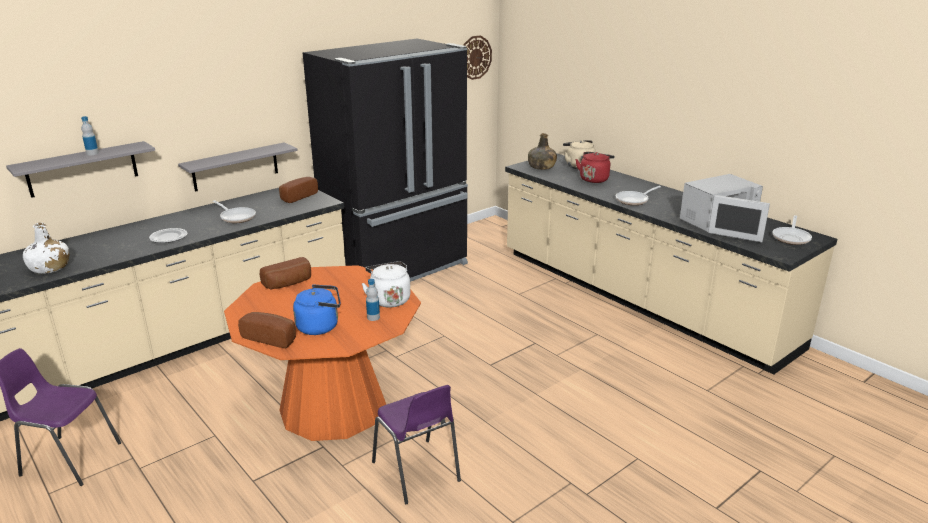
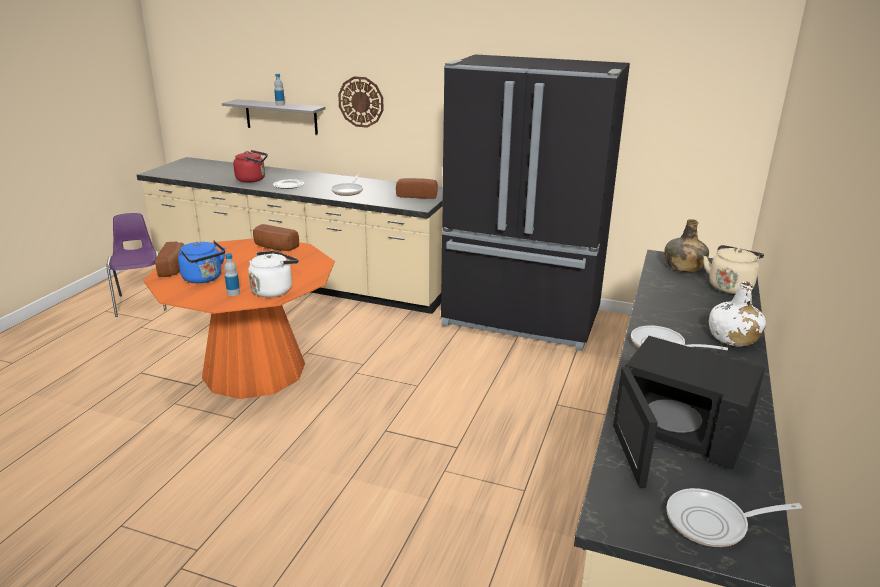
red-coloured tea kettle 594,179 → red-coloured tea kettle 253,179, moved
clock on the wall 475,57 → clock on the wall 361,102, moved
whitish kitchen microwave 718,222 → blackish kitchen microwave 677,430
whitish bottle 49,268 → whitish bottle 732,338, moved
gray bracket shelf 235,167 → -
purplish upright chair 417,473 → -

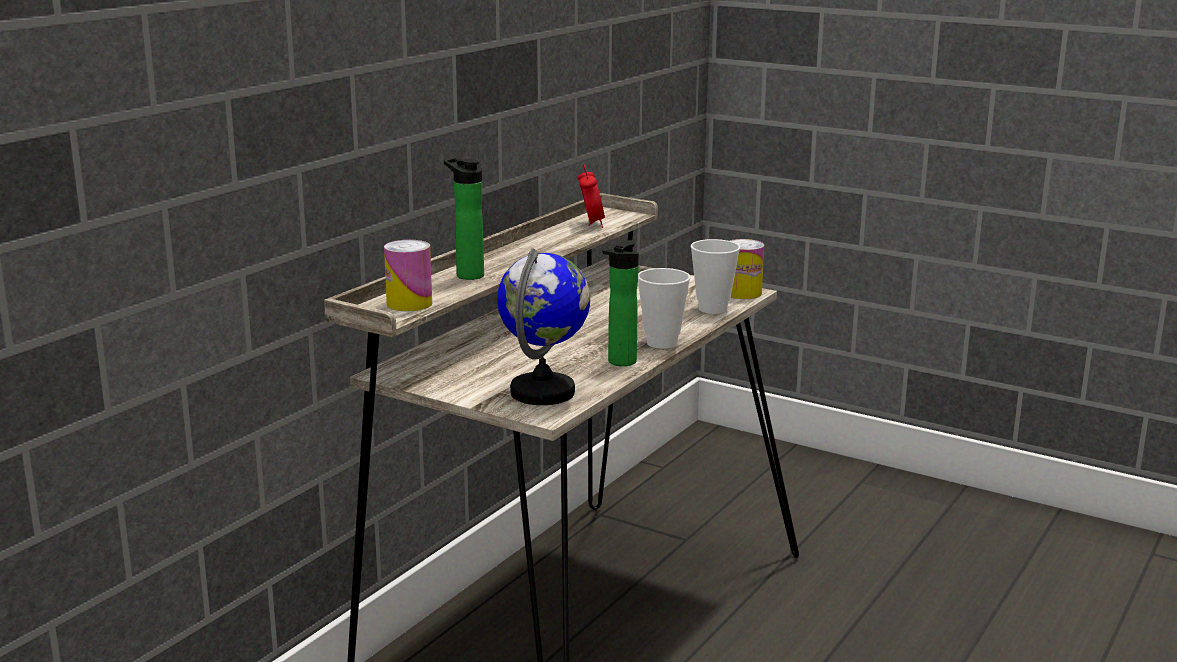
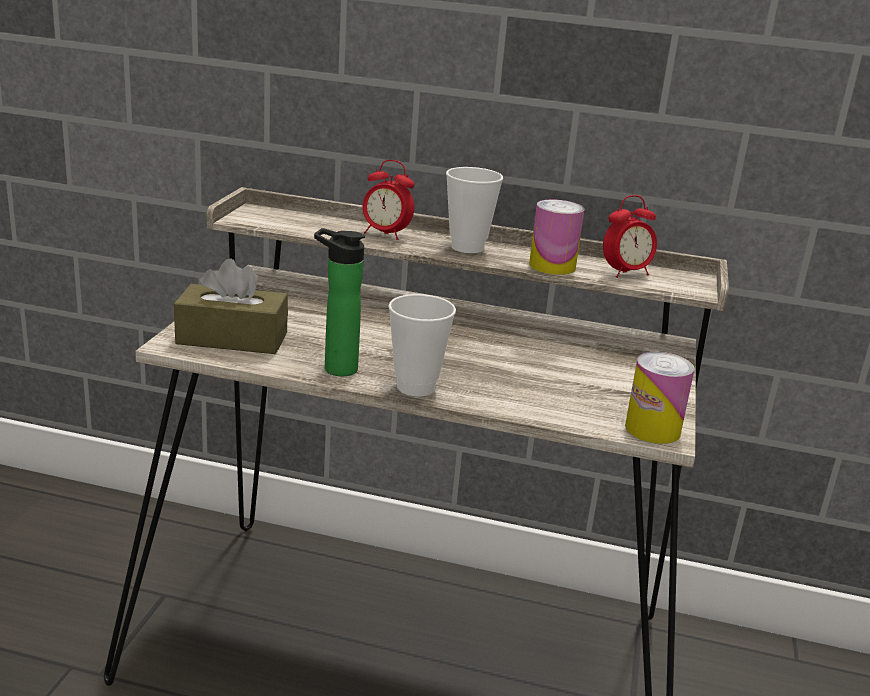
globe 543,392 → brown tissue box 232,338
bottle 466,275 → bedside clock 385,234
cup 712,309 → cup 467,247, moved
can 409,304 → can 552,266, moved

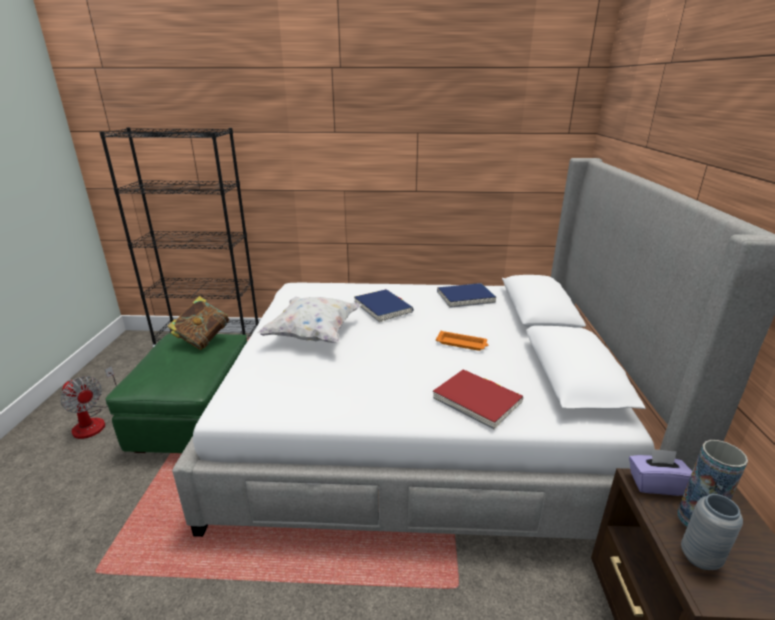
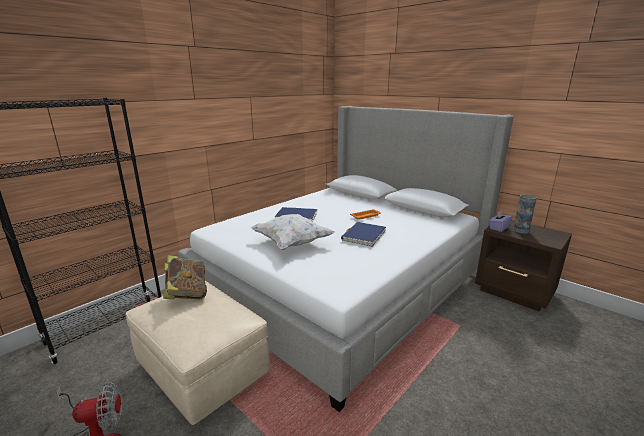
greenish footrest 196,418 → sand-coloured footrest 203,370
blue-coloured volume 465,297 → blue-coloured volume 364,236, moved
red-coloured volume 477,400 → -
gray decorative vase 699,557 → -

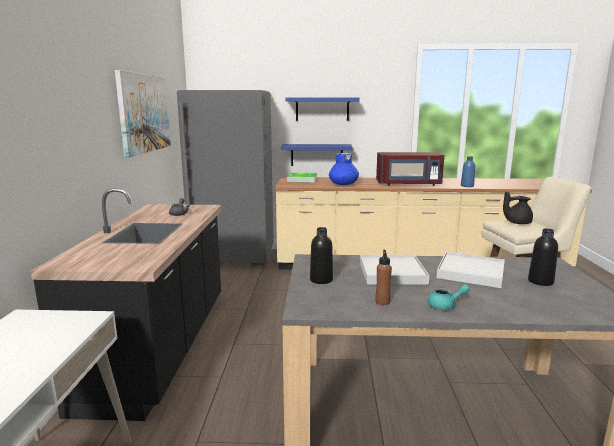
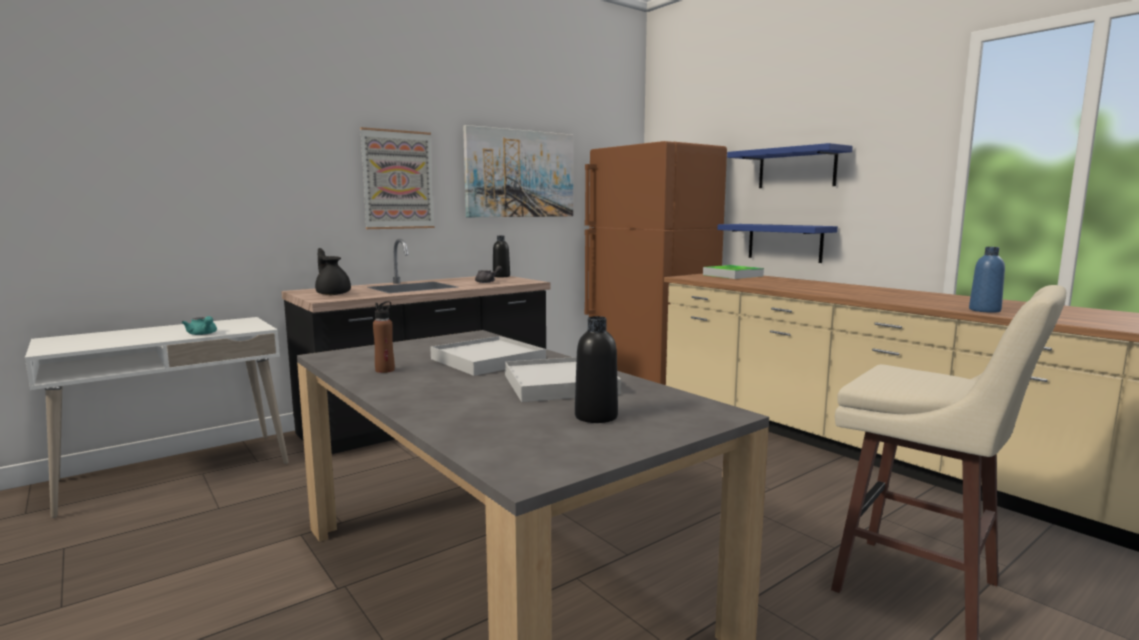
turquoise-coloured pot for tea 446,306 → turquoise-coloured pot for tea 203,334, moved
blackish pot for tea 516,222 → blackish pot for tea 333,294, moved
- → wall picture 398,180
blackish bottle 321,280 → blackish bottle 501,276, moved
gray refrigerator 234,259 → brown refrigerator 650,378
blue-coloured decorative vase 343,184 → -
red-coloured kitchen microwave 408,184 → -

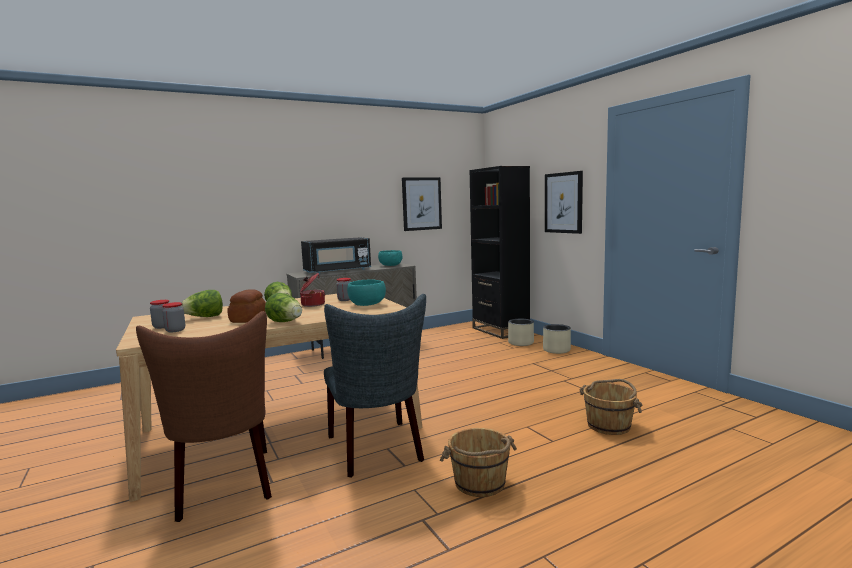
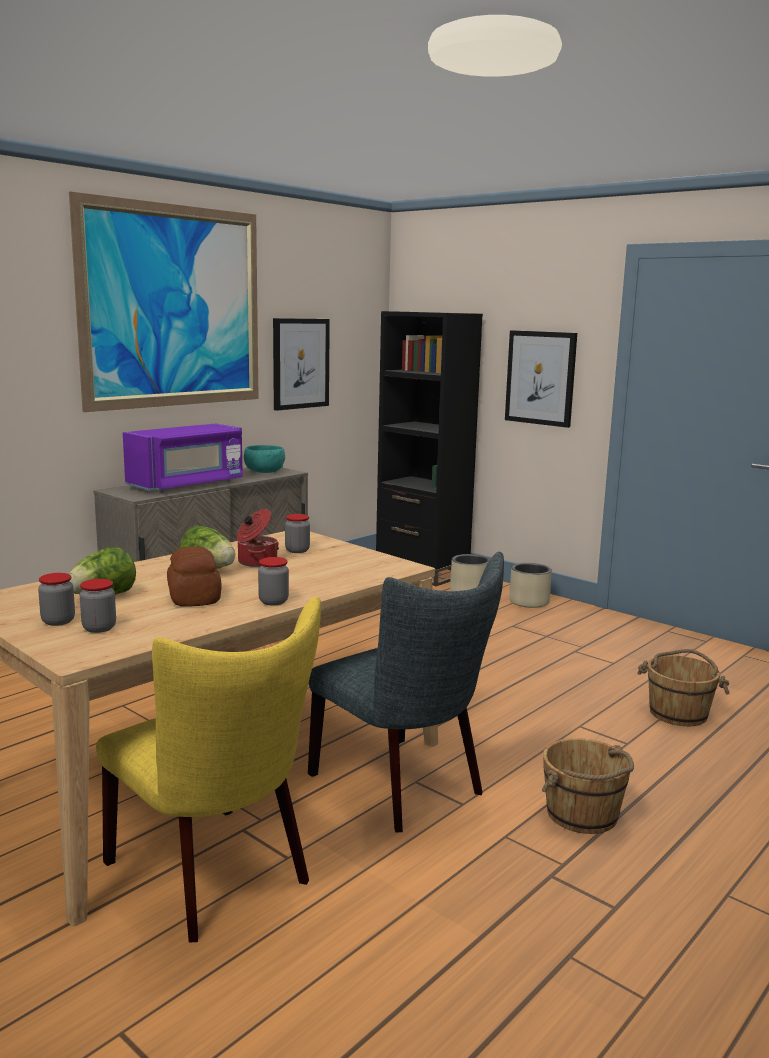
- → wall picture 174,307
brown upright chair 224,486 → yellow upright chair 216,876
blackish kitchen microwave 338,271 → purplish kitchen microwave 187,485
lettuce 286,322 → storage jar 273,601
turquoise-coloured serving bowl 367,304 → -

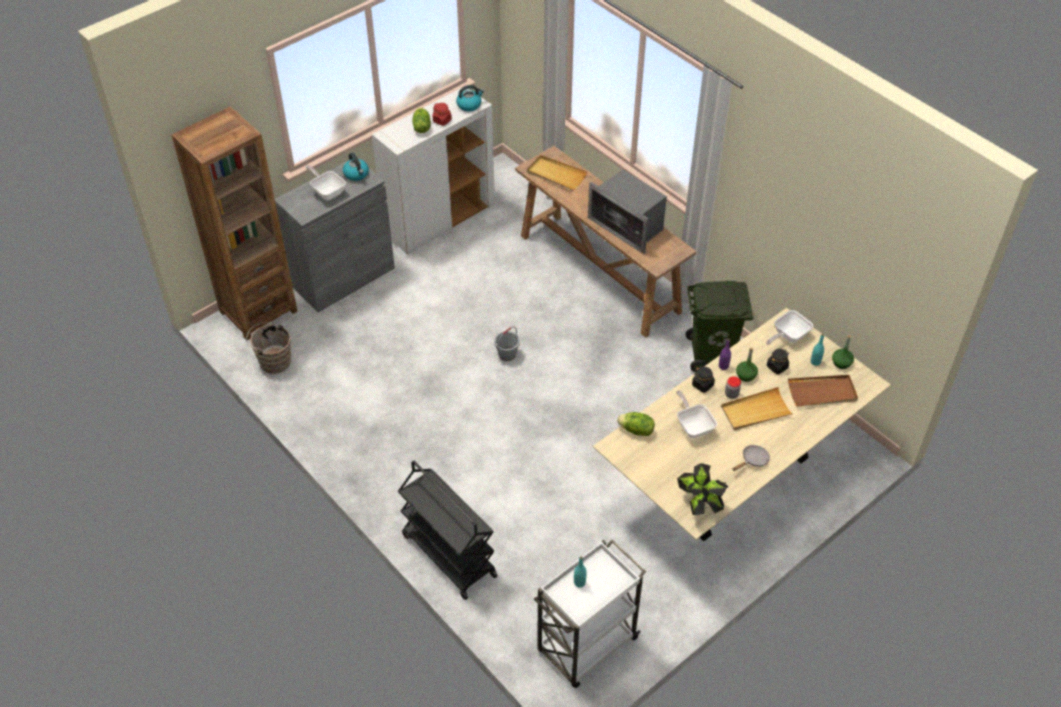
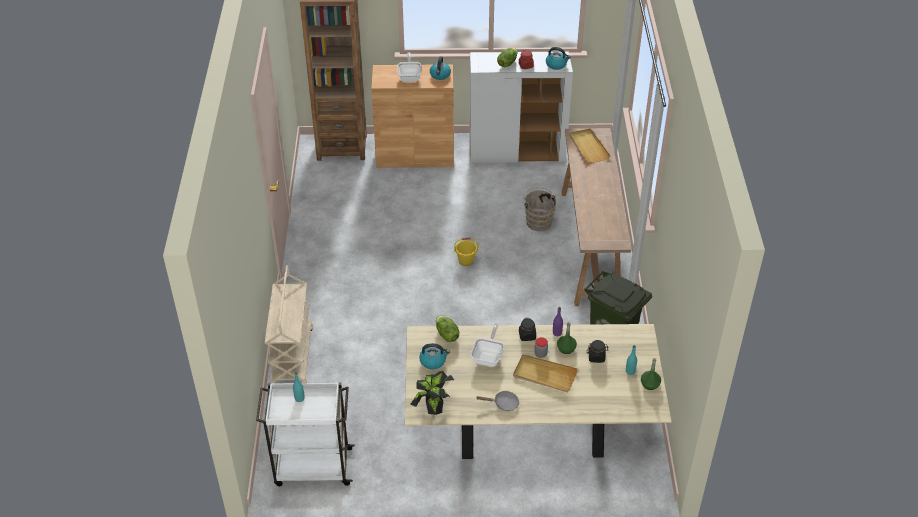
blackish wheeled cart 448,555 → sand-coloured wheeled cart 292,356
gray cupboard 343,277 → brown cupboard 415,155
- → tea kettle 433,361
gray bucket 507,354 → yellow bucket 466,261
brown bucket 273,361 → brown bucket 538,221, moved
kitchen microwave 628,226 → -
frying pan 788,336 → -
brown serving tray 822,392 → -

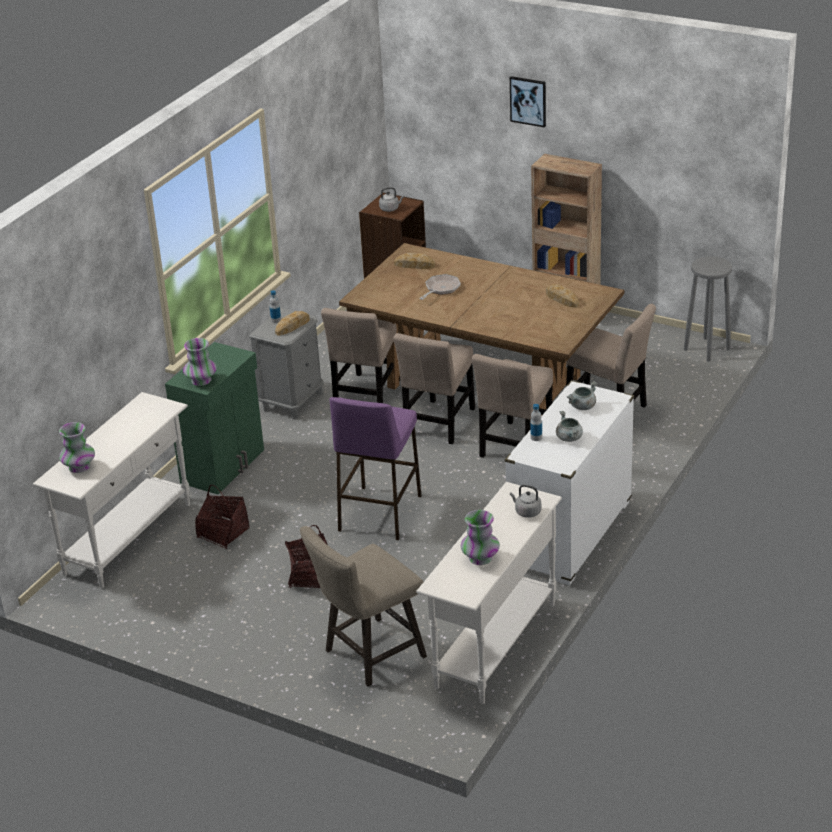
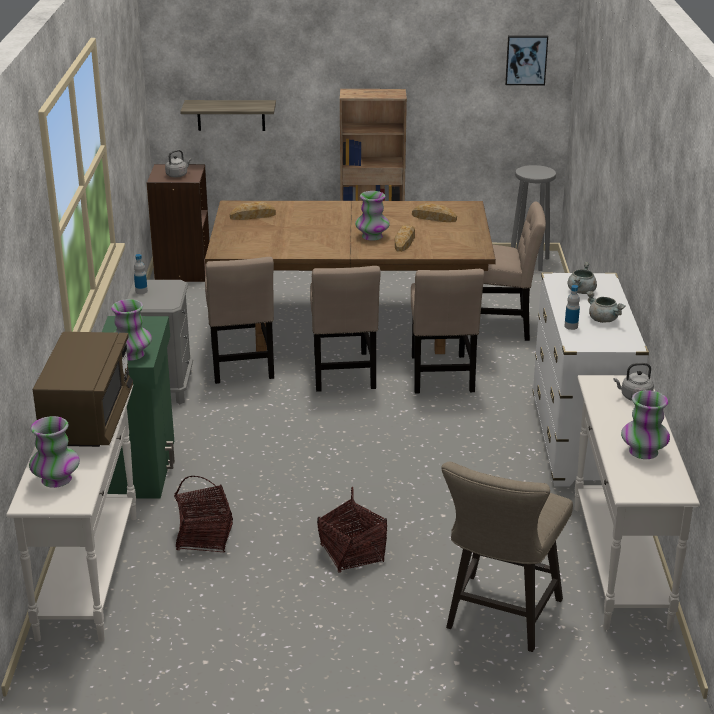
- → brown kitchen microwave 88,419
- → bracket shelf 231,115
- → decorative vase 372,237
bakery bread 292,326 → bakery bread 404,242, moved
wall picture 528,101 → wall picture 526,59, moved
purplish sitting stool 379,513 → -
frying pan 441,289 → -

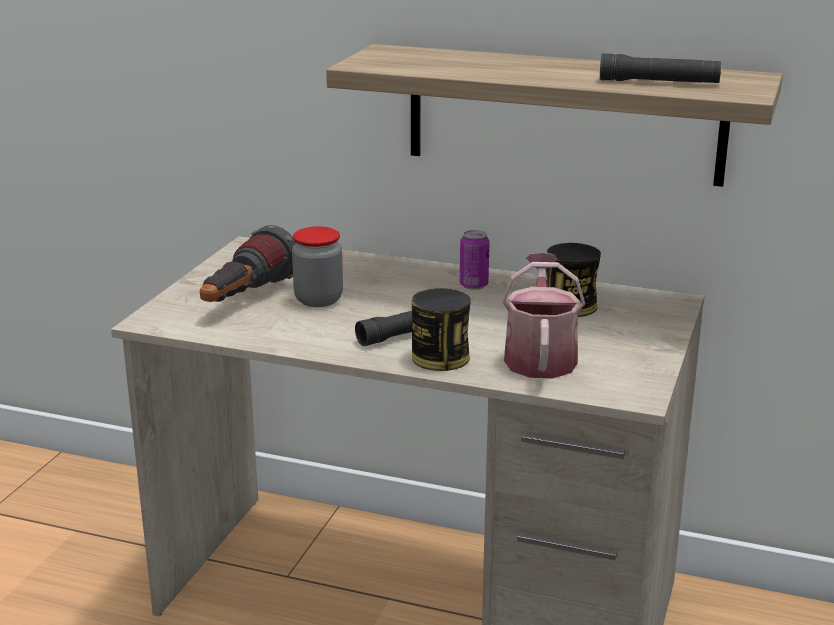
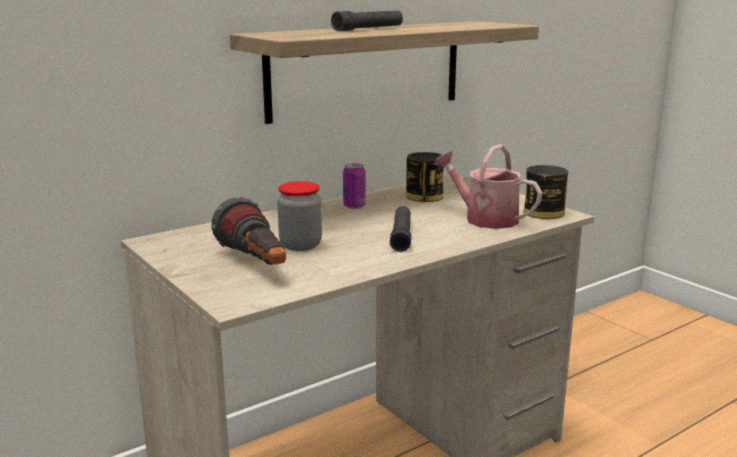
blackish torch 659,82 → blackish torch 368,29, moved
can 440,358 → can 543,212, moved

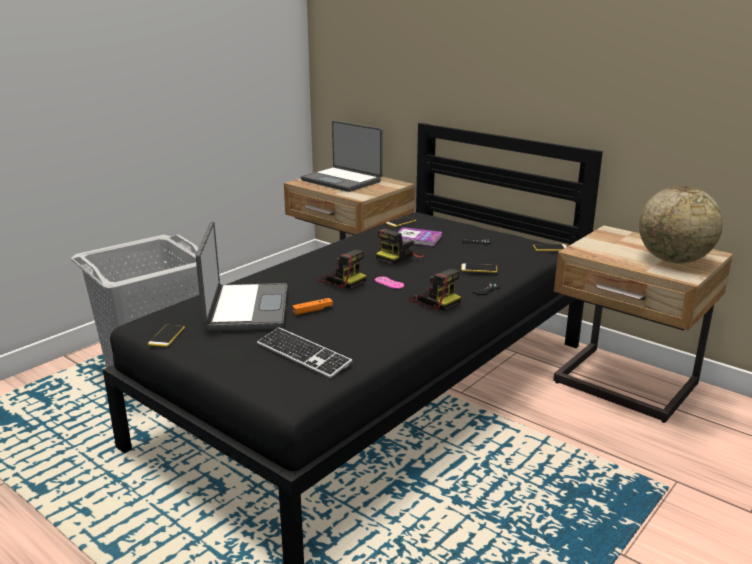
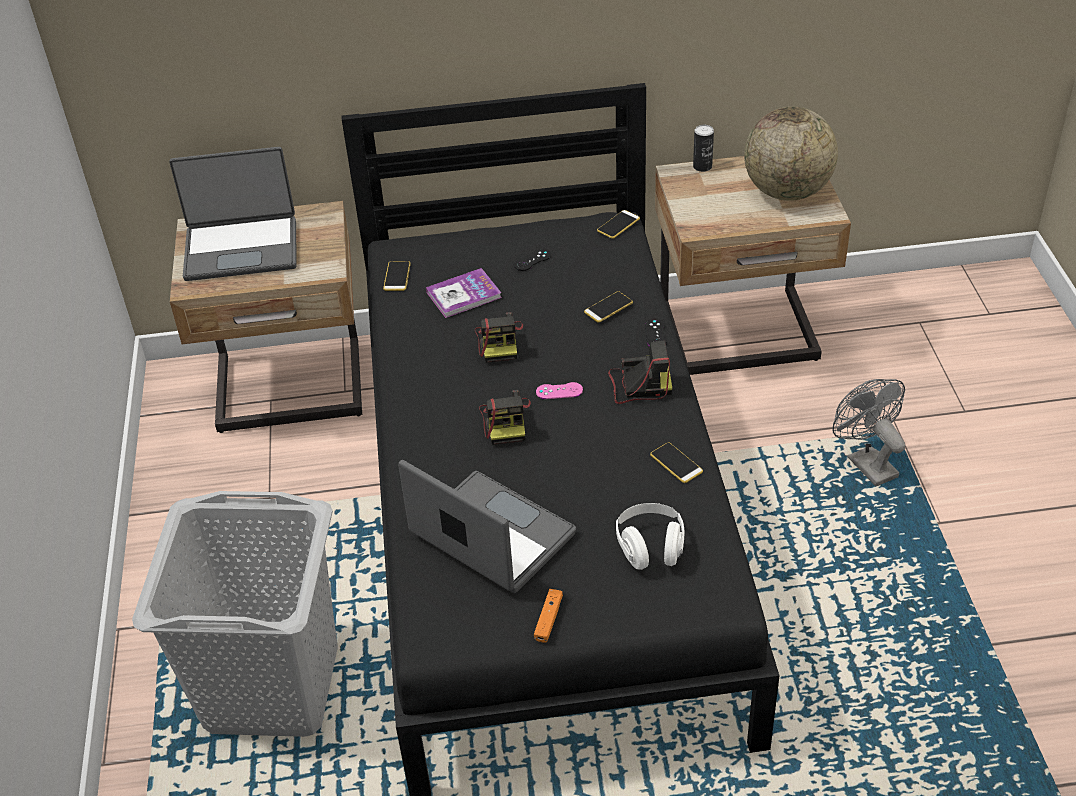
still camera 341,280 → still camera 506,421, 90 degrees clockwise
orange joypad 313,310 → orange joypad 548,619, moved
keyboard 303,354 → whitish pair of headphones 650,547
handset 166,336 → handset 676,463, moved
- → can 702,166
- → gray fan 866,463

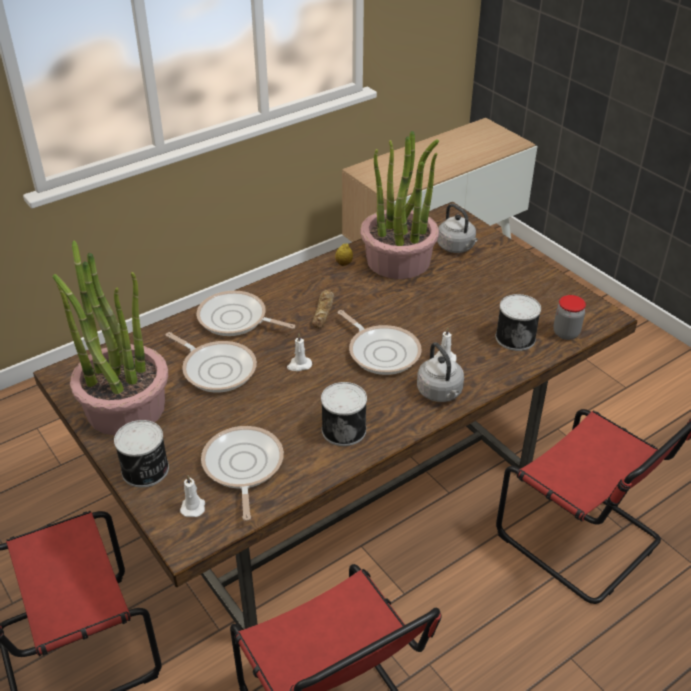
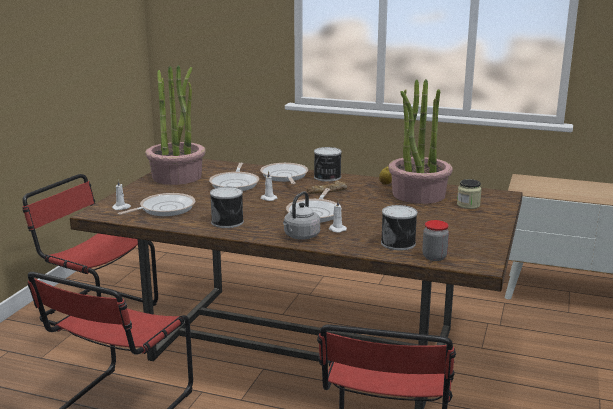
can 146,470 → can 327,177, moved
gray tea kettle 457,247 → storage jar 468,205

